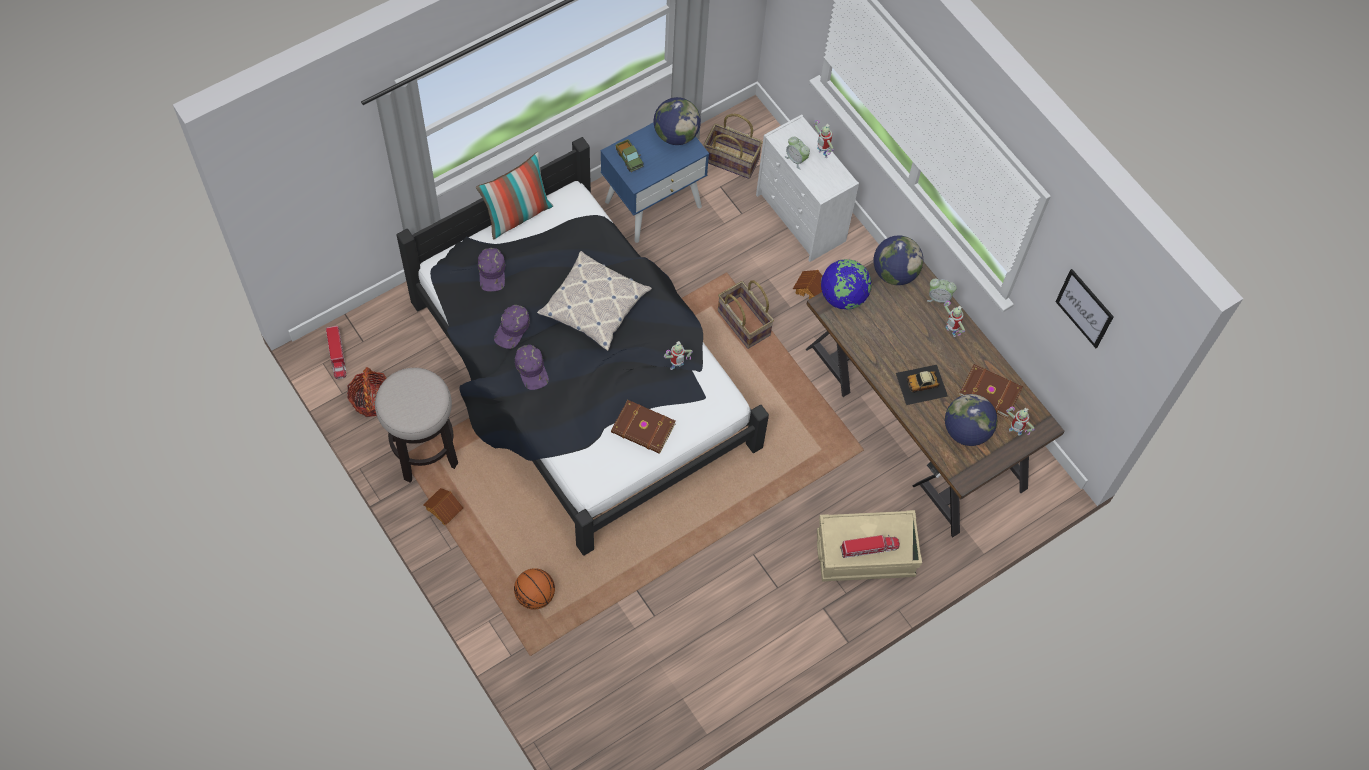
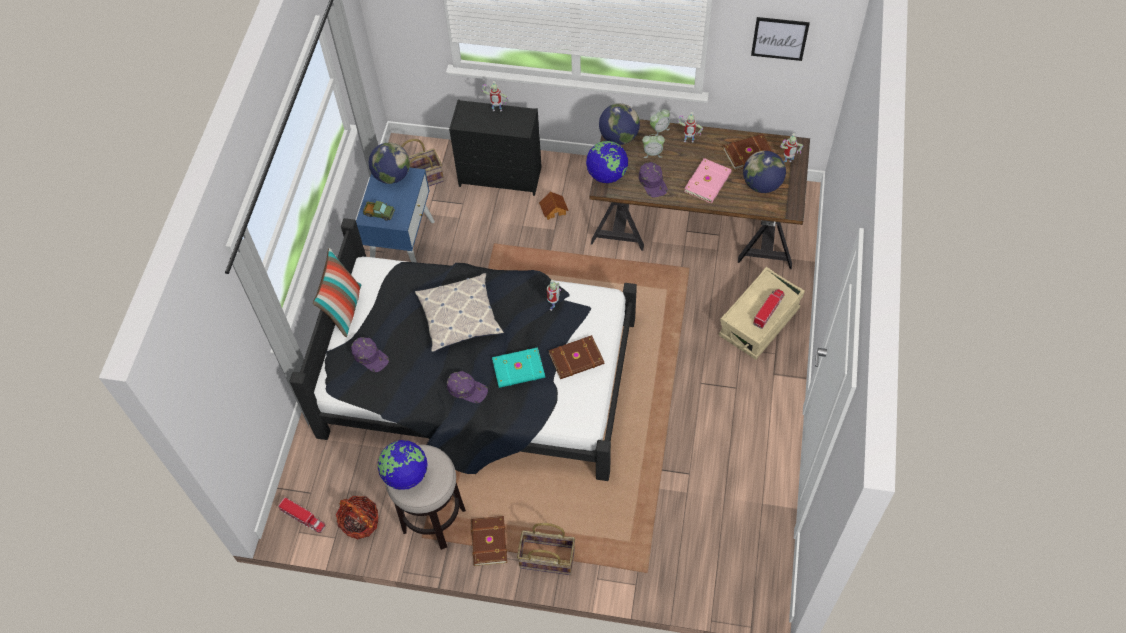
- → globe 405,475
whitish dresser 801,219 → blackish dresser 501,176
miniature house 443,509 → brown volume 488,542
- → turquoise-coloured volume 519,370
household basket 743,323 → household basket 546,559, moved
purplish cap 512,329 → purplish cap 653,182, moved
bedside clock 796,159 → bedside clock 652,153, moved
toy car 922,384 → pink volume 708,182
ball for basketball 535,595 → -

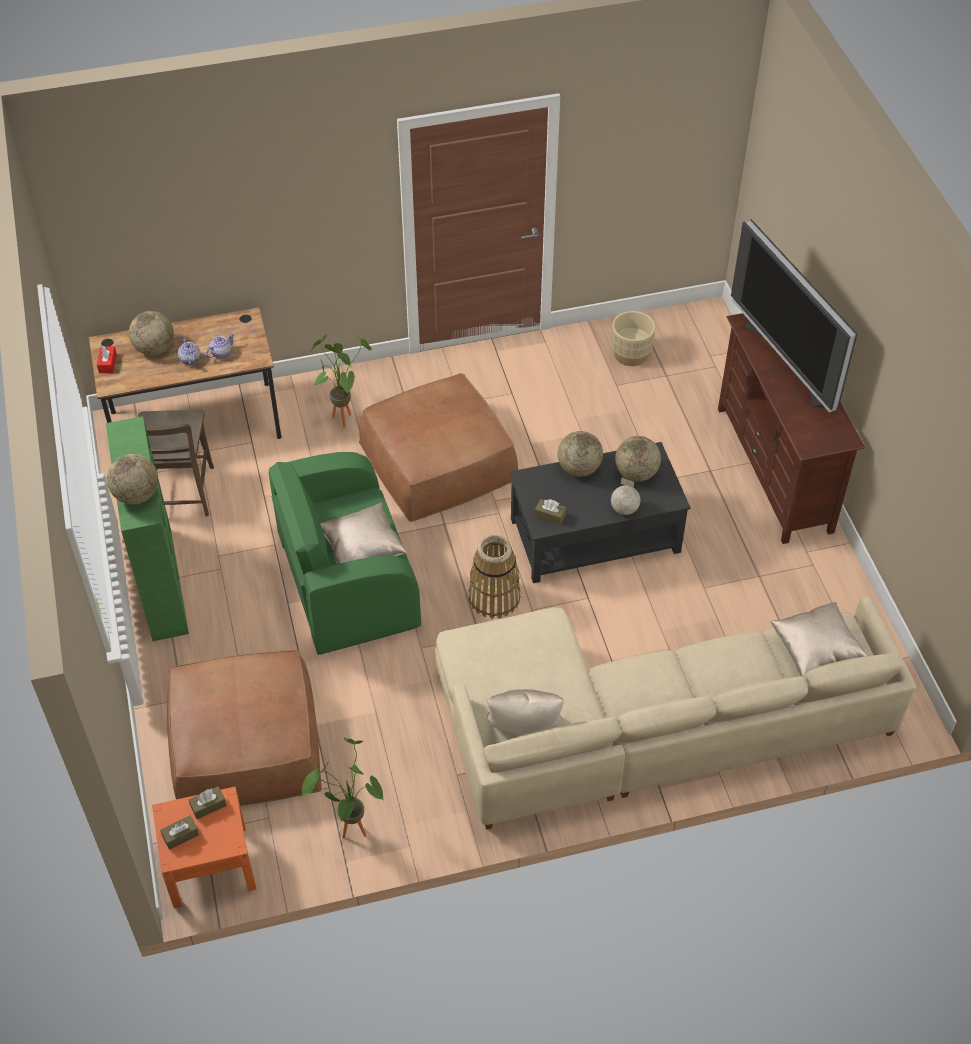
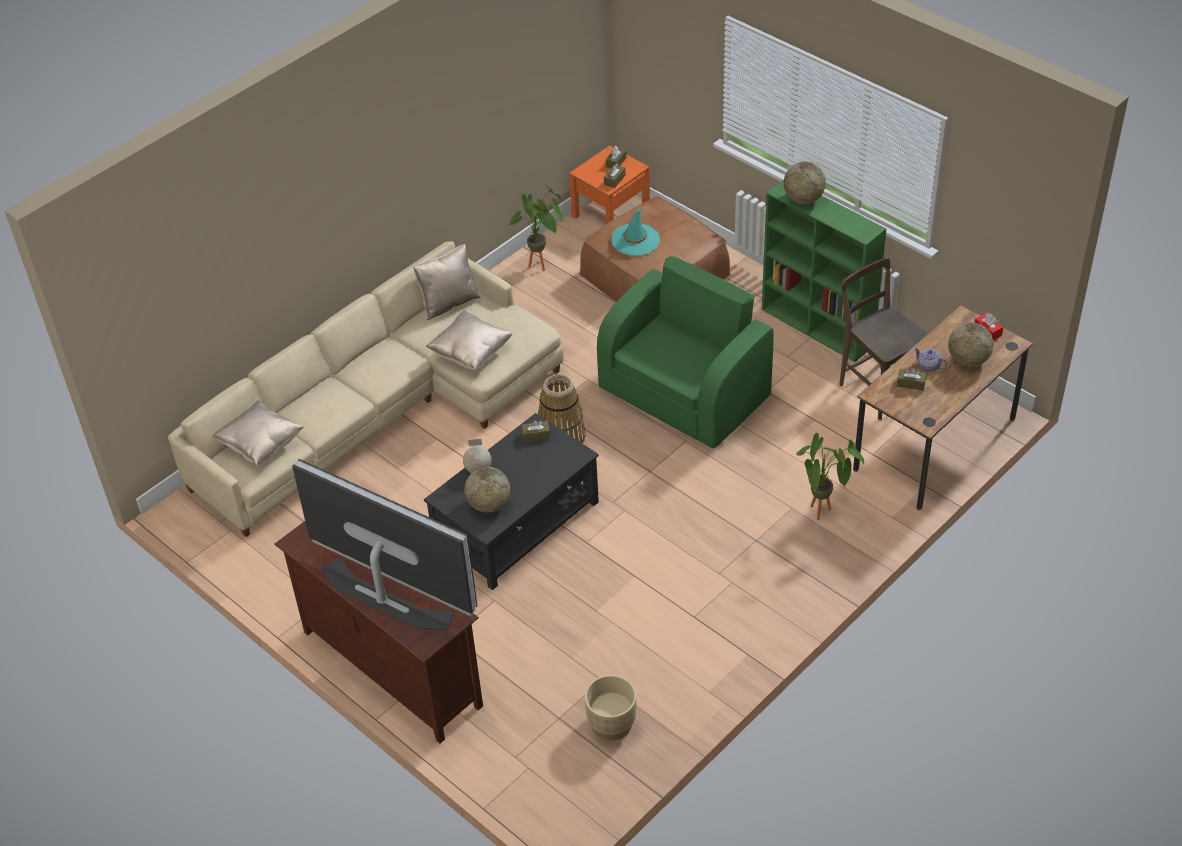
sand-coloured cushion 363,551 → sand-coloured cushion 471,353, moved
- → turquoise-coloured hat 635,240
pot for tea 221,353 → brown tissue box 911,383
brown footrest 438,459 → -
globe 579,468 → -

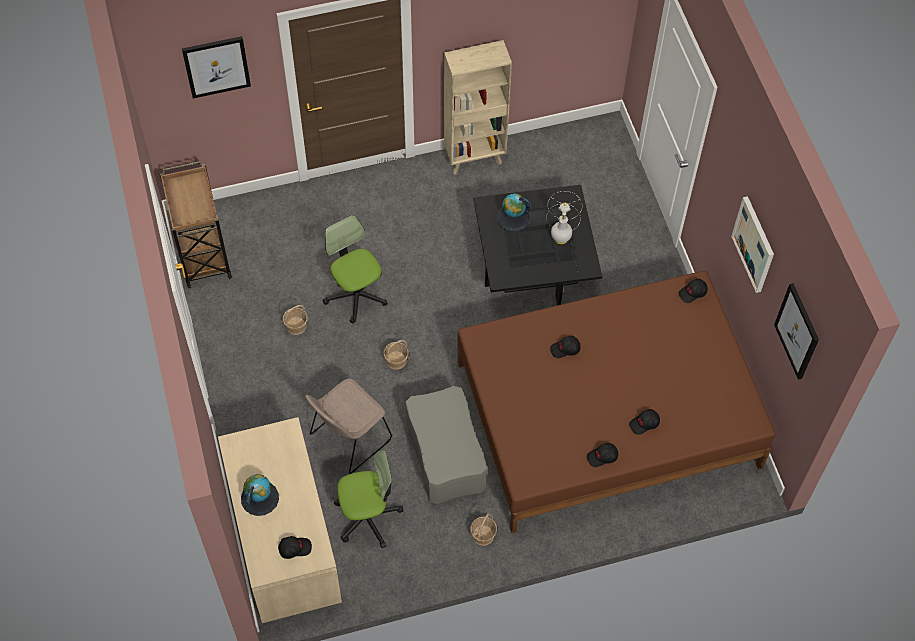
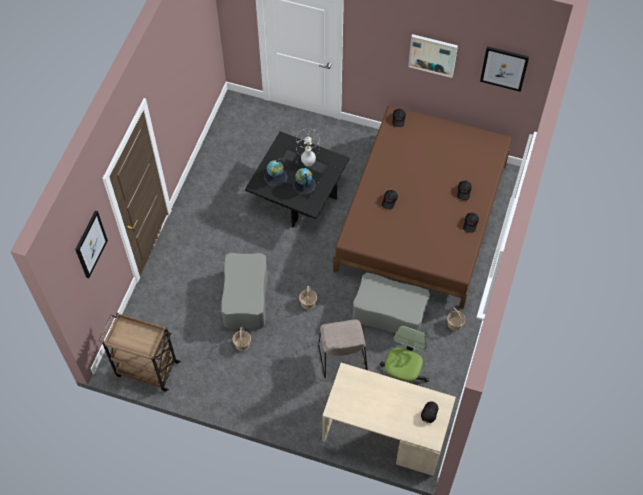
desk chair 356,294 → gray footrest 245,298
globe 259,498 → globe 303,185, moved
sand-coloured shelving unit 475,157 → -

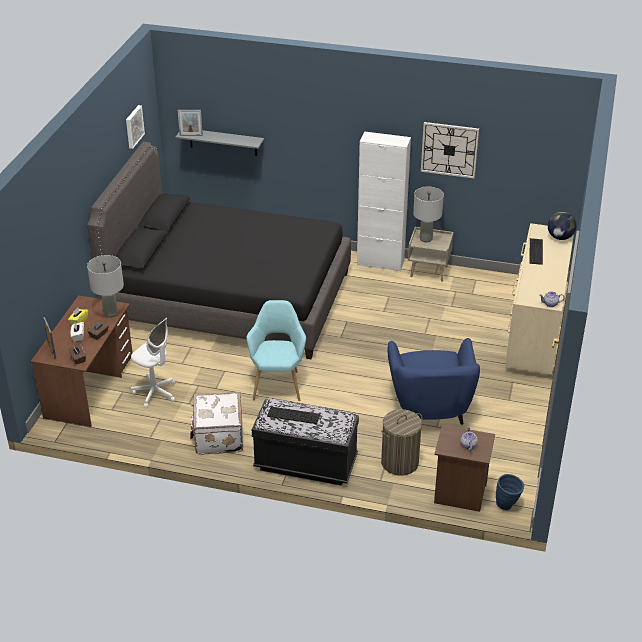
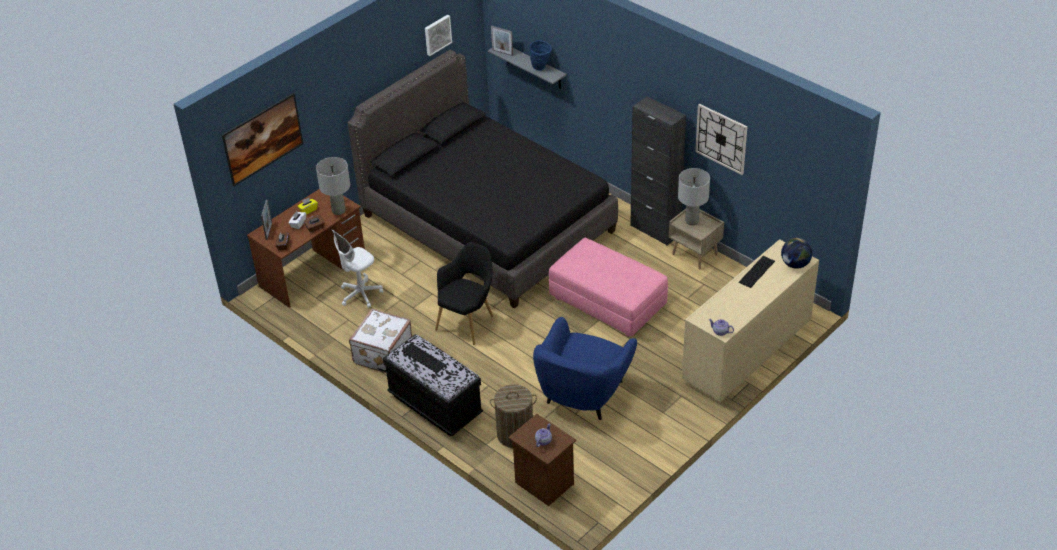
- → wall picture 265,151
whitish desk chair 155,393 → whitish desk chair 360,294, 75 degrees clockwise
turquoise-coloured lounge chair 278,383 → blackish lounge chair 468,321
blue-coloured decorative vase 508,505 → blue-coloured decorative vase 541,68, moved
- → pink footrest 607,301
whitish cupboard 380,263 → blackish cupboard 655,230

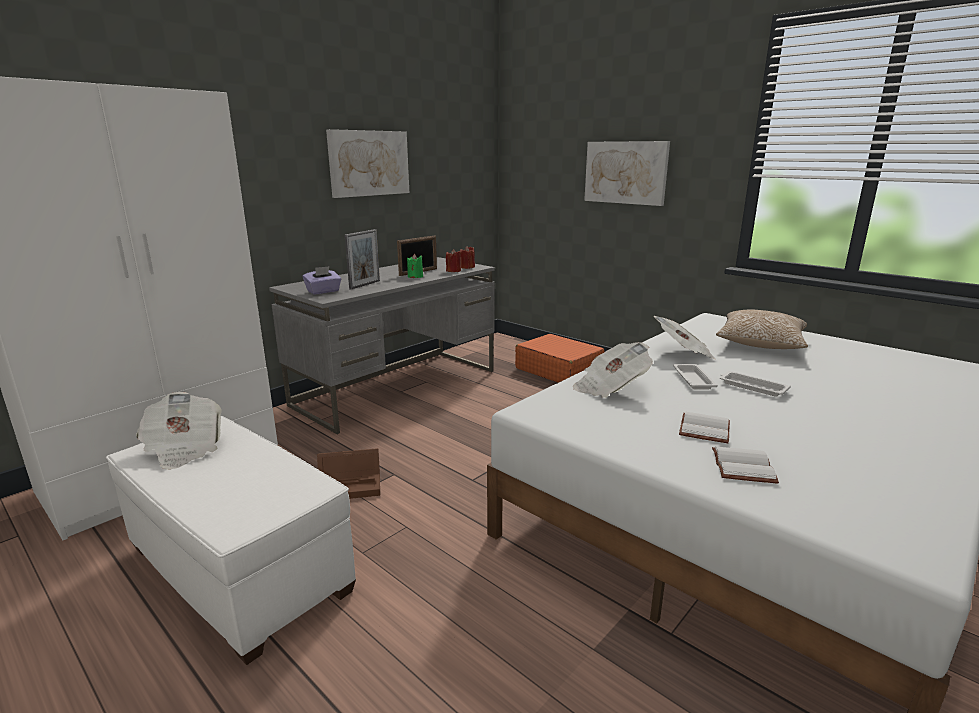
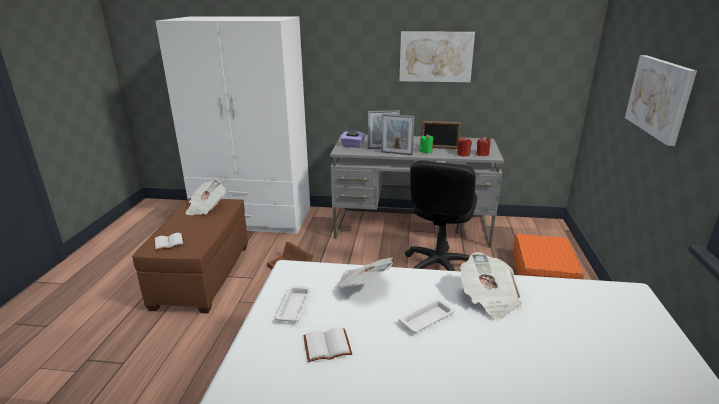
whitish footrest 238,569 → brown footrest 203,275
whitish volume 740,466 → whitish volume 169,242, moved
whitish serving tray 751,387 → whitish serving tray 294,306, moved
- → photo frame 396,153
- → blackish desk chair 439,267
cushion 760,345 → -

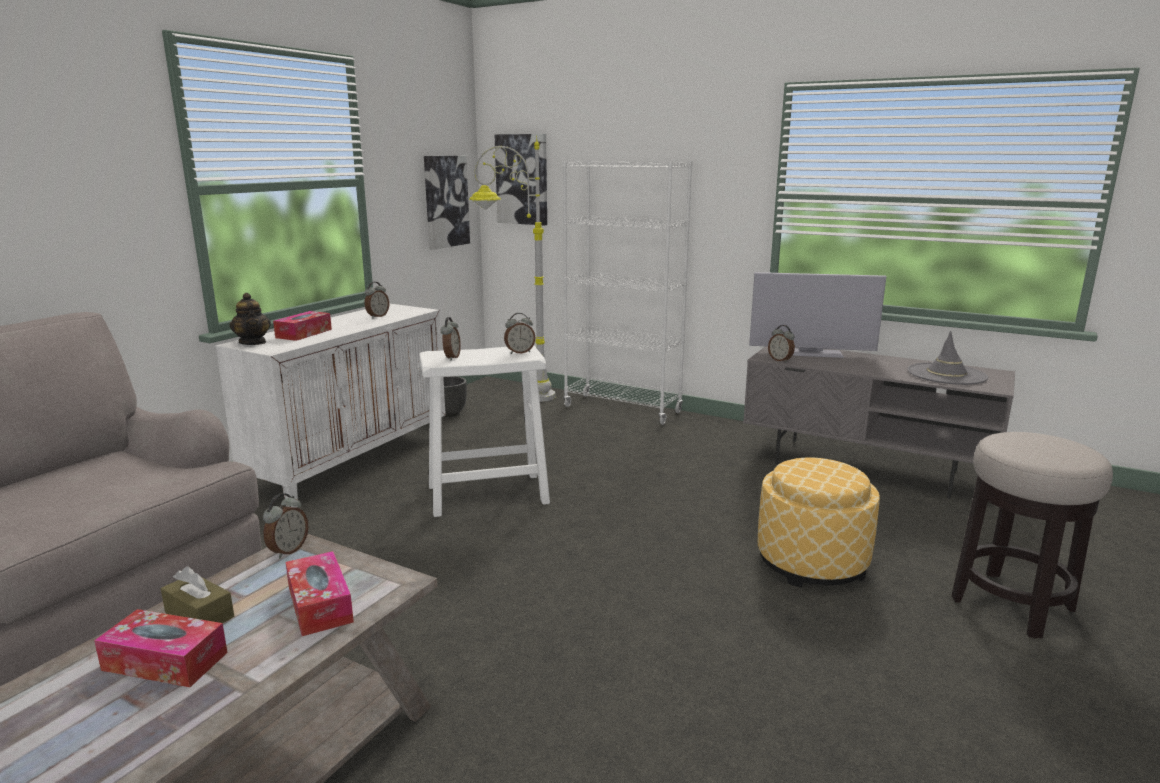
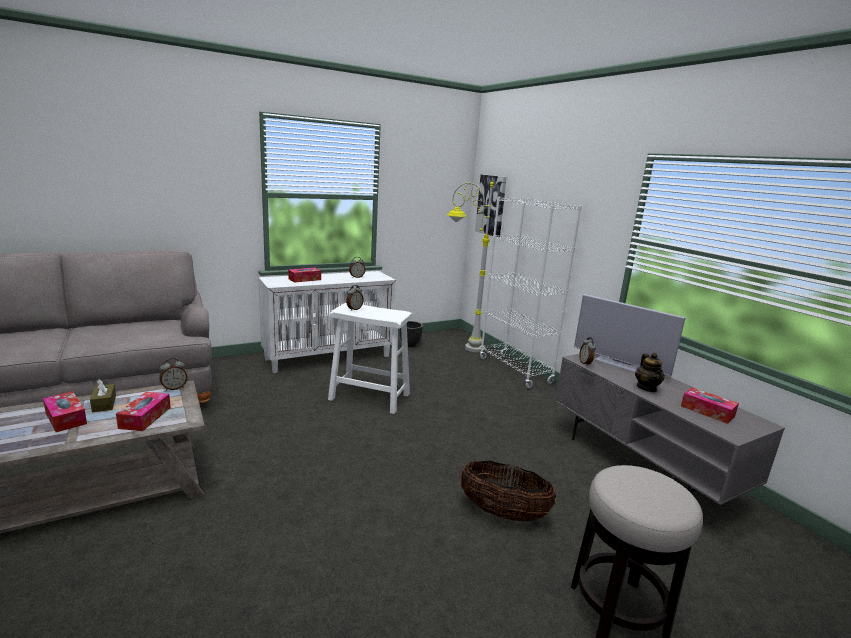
footrest 811,562 → household basket 503,513
pot for tea 253,342 → pot for tea 646,388, moved
gray hat 946,374 → tissue box 707,411
wall picture 445,201 → -
bedside clock 519,352 → -

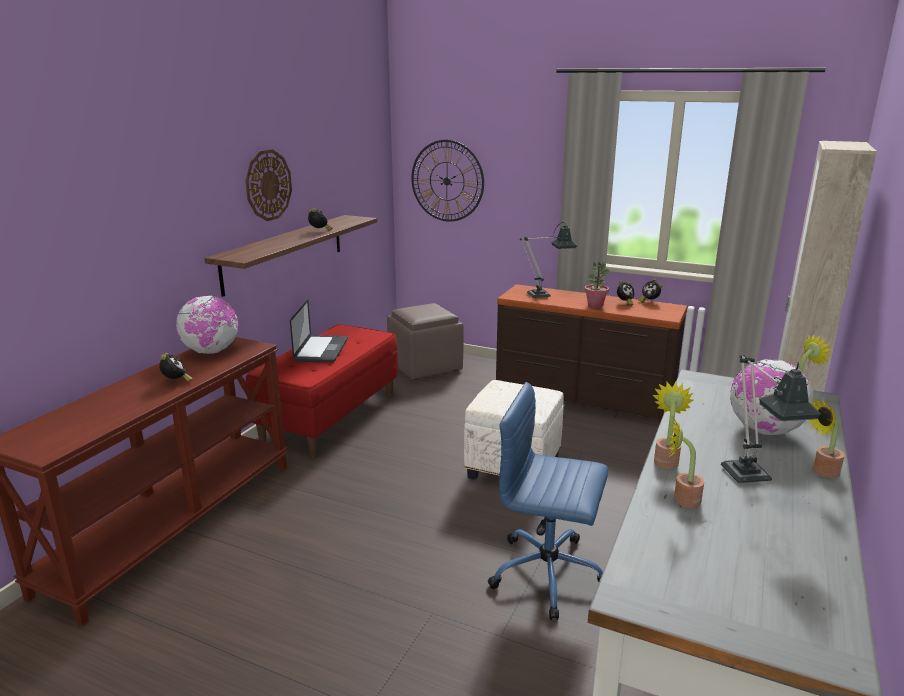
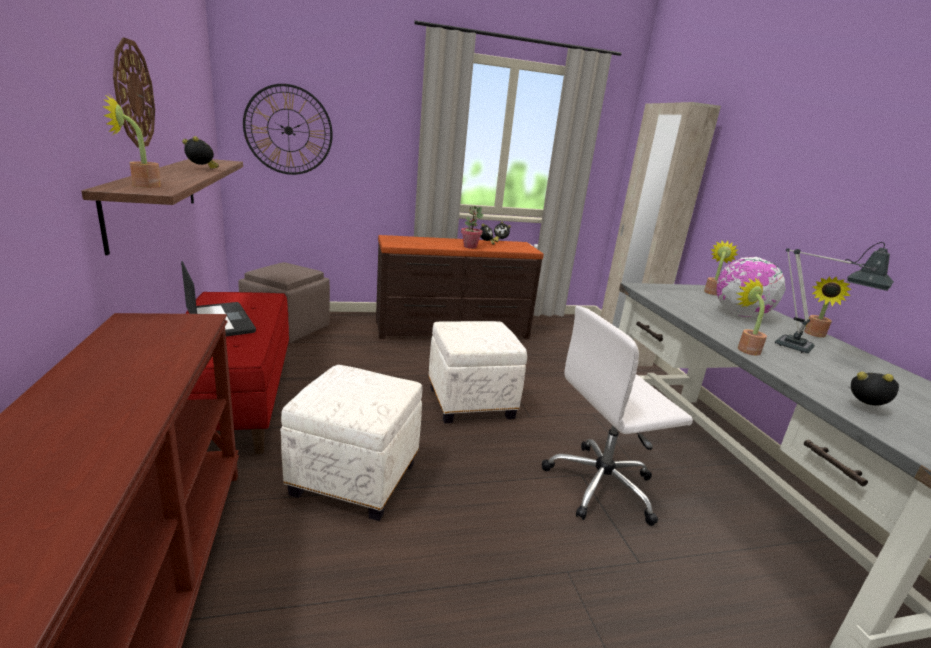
plant in a pot 681,499 → plant in a pot 140,185, moved
- → whitish footrest 356,478
blue-coloured desk chair 549,574 → whitish desk chair 602,485
bedside clock 176,382 → bedside clock 866,408, moved
globe 211,352 → -
lamp for a table 544,295 → -

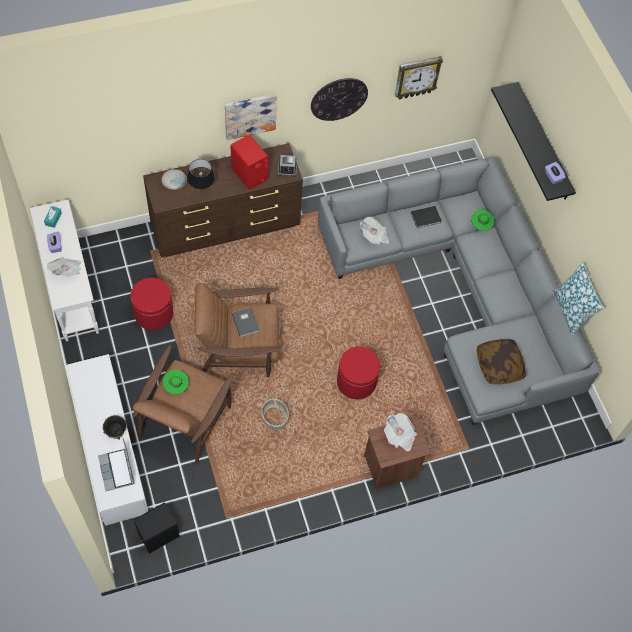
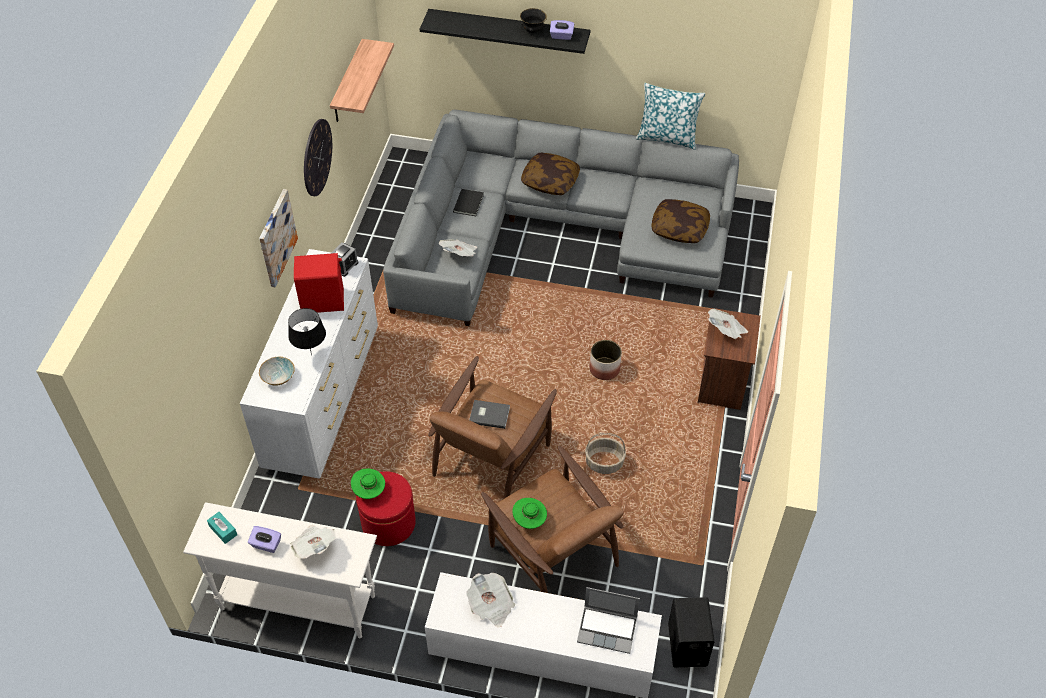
brown dresser 226,227 → whitish dresser 323,398
clock on the wall 417,77 → bracket shelf 347,82
greenish hat 481,225 → greenish hat 369,490, moved
- → newspaper 491,605
blackish serving bowl 116,432 → blackish serving bowl 533,31, moved
- → cushion 550,181
red-coloured footrest 356,382 → plant pot 605,369

